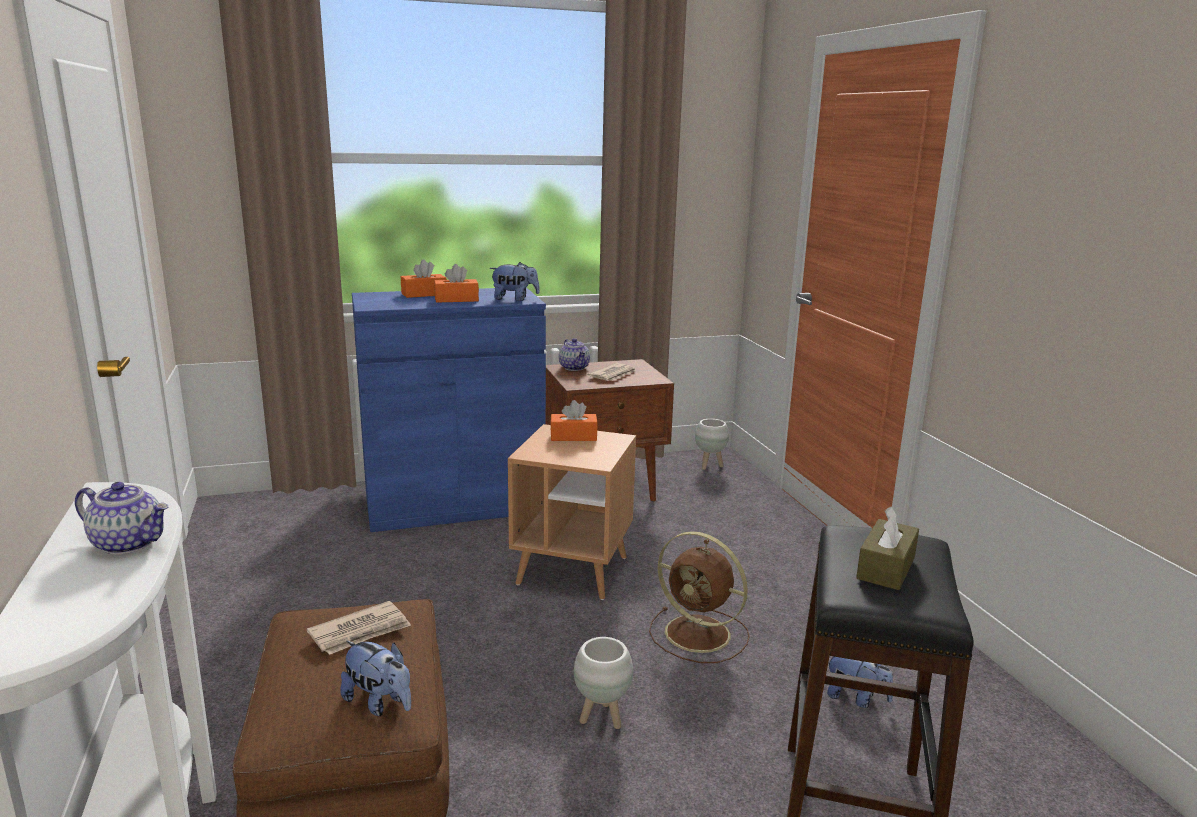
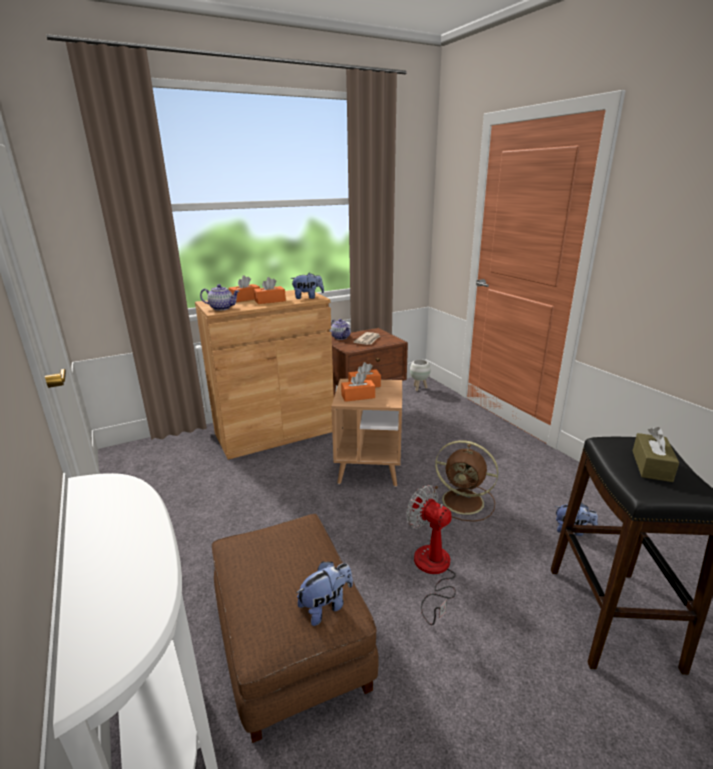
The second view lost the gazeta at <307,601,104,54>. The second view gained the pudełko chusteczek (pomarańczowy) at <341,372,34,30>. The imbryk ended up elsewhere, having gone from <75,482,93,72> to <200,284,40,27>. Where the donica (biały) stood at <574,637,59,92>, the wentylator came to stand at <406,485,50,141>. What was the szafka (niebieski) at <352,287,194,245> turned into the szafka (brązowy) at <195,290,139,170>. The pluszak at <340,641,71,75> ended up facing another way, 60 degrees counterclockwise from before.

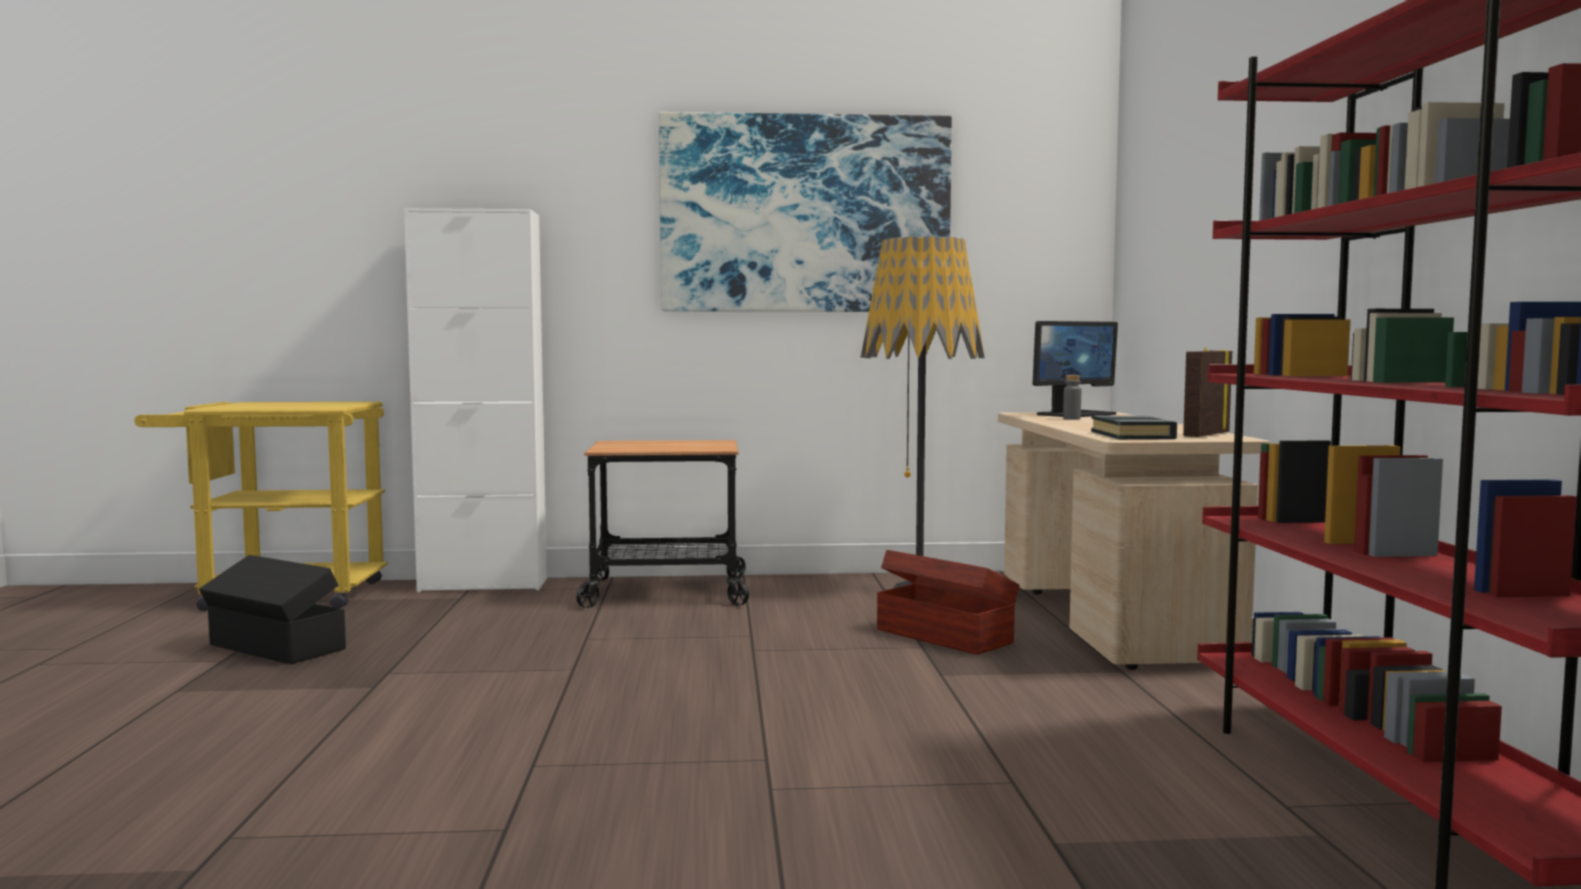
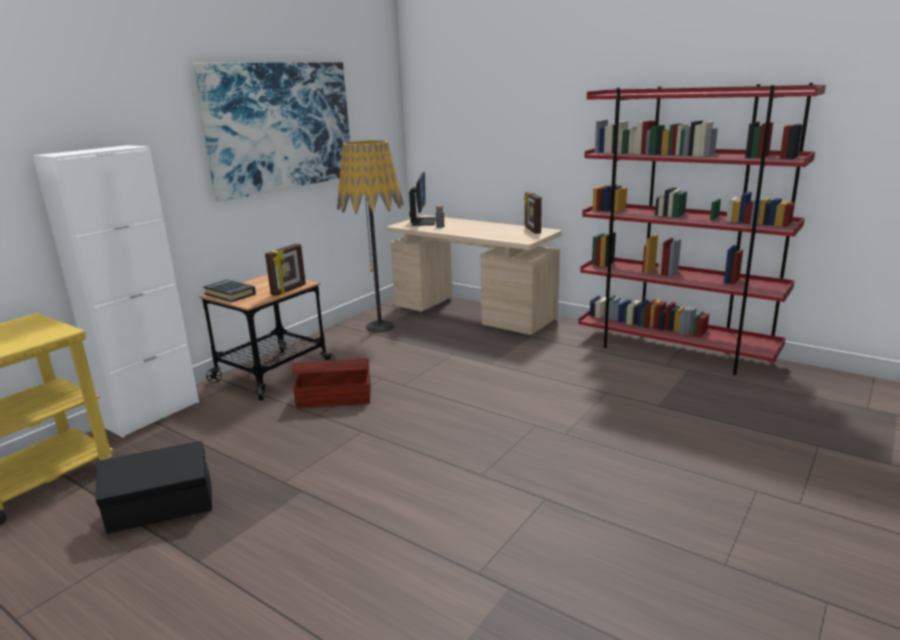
The second view gained the ramka na zdjęcie at <265,244,41,52>. The pojemnik do przechowywania (brązowy) ended up elsewhere, having gone from <877,550,143,105> to <292,358,79,51>. The książka (czarny) ended up elsewhere, having gone from <1091,415,86,24> to <203,279,53,23>.

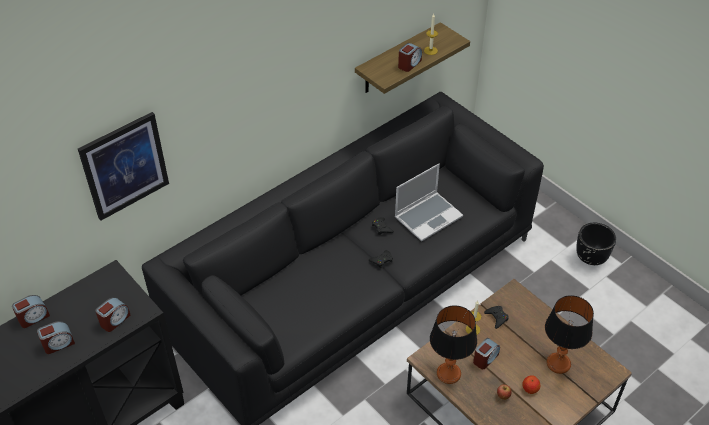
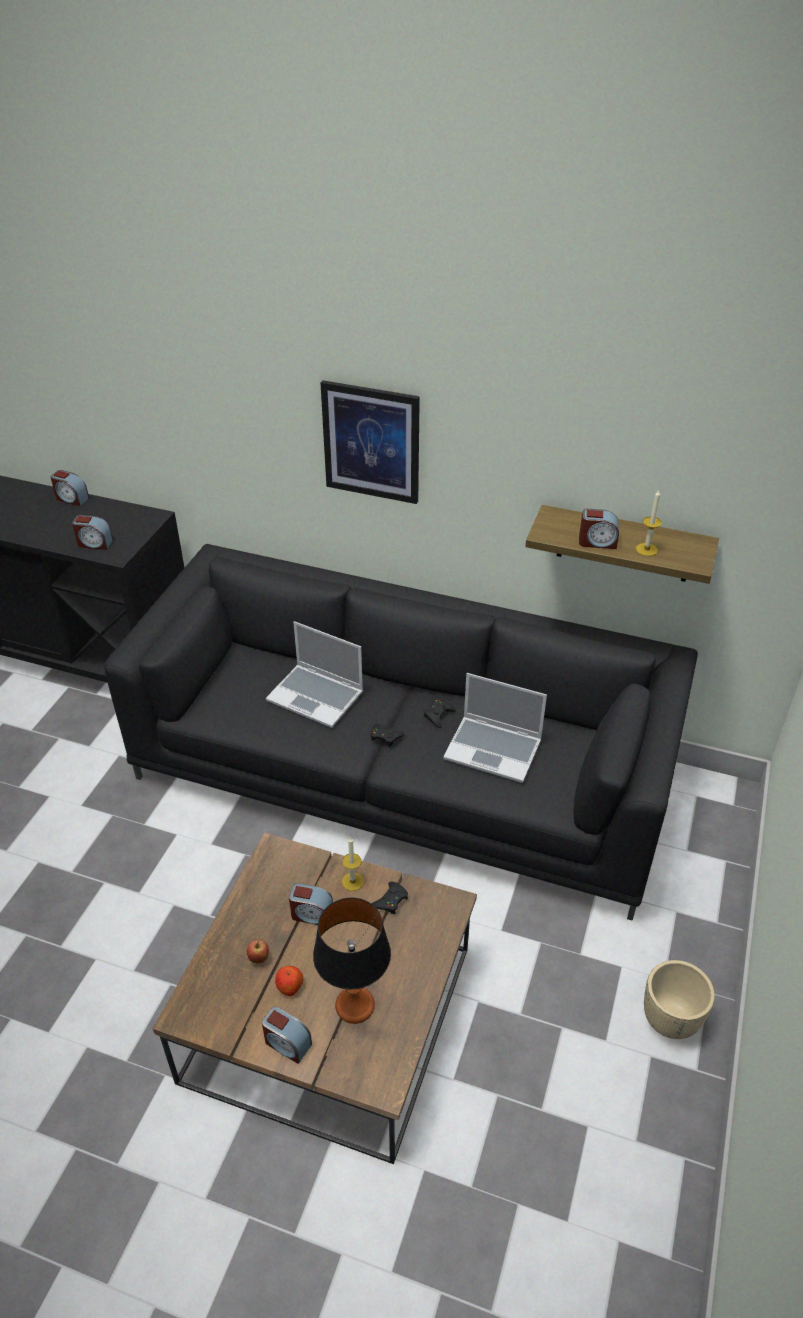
The second view lost the lampa stołowa at <430,305,47,79>. The second view gained the laptop at <266,621,97,107>. The budzik ended up elsewhere, having gone from <37,321,38,33> to <262,1006,50,58>. The obraz ended up elsewhere, having gone from <78,112,91,109> to <321,380,99,124>. What was the donica (czarny) at <576,223,40,42> turned into the donica (beżowy) at <644,960,71,79>.

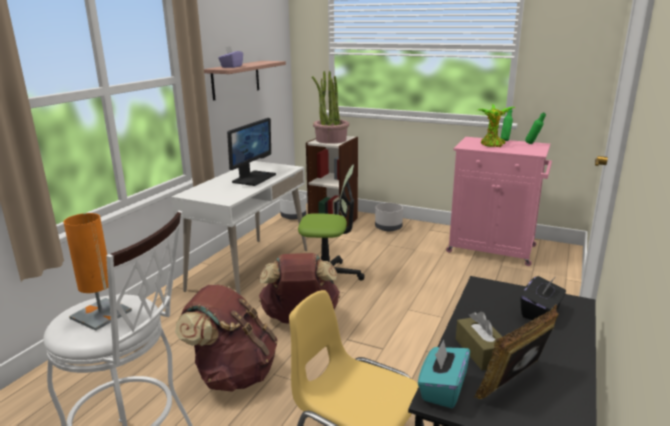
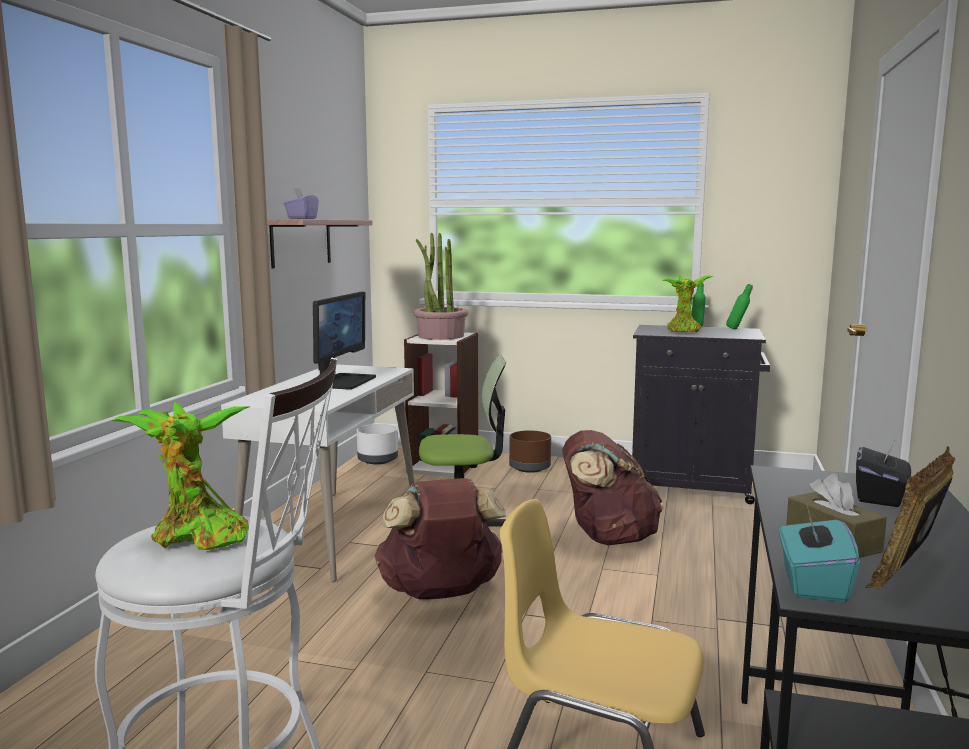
The plecak (brązowy) ended up elsewhere, having gone from <175,284,102,108> to <562,430,101,116>. Where the lampa stołowa (pomarańczowy) stood at <64,213,68,118>, the roślina doniczkowa came to stand at <112,402,137,148>. What was the donica (szary) at <375,203,28,28> turned into the donica (brązowy) at <509,431,42,42>. What was the szafka (różowy) at <446,137,106,129> turned into the szafka (czarny) at <632,325,138,179>.

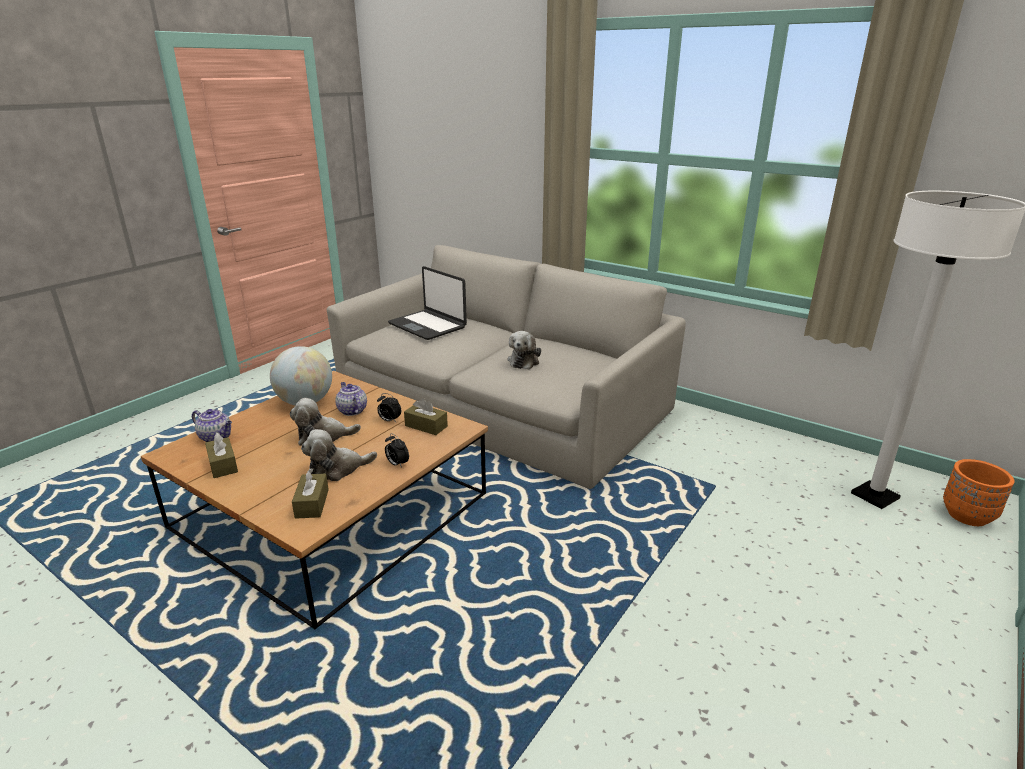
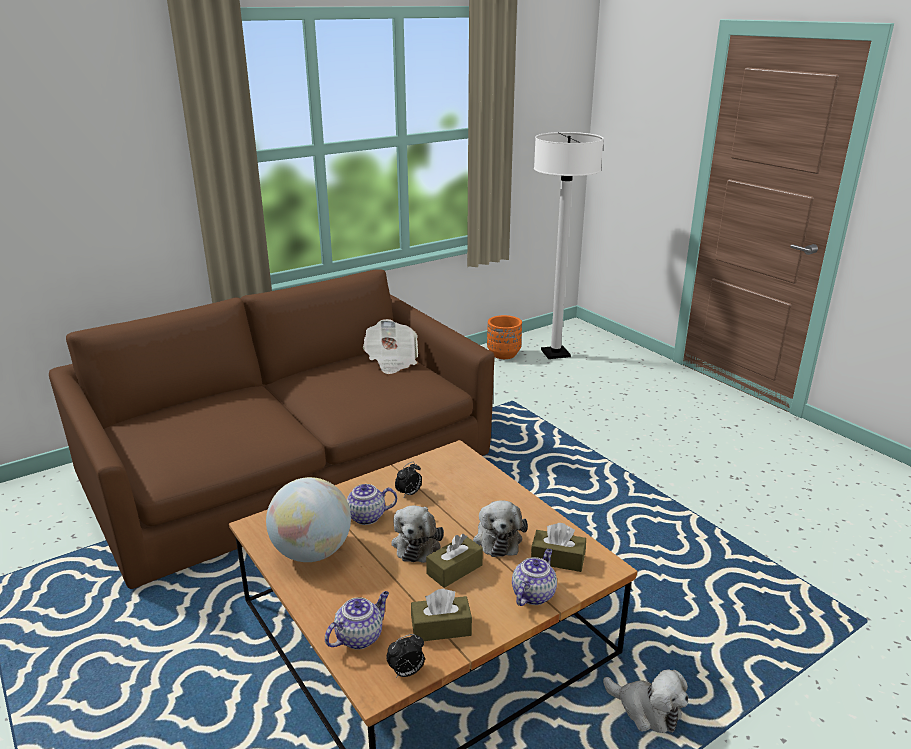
The second view lost the laptop at <388,266,79,74>. The second view gained the gazeta at <363,319,55,55>. The second view gained the imbryk at <512,549,45,57>. The budzik ended up elsewhere, having gone from <385,433,24,35> to <386,634,39,44>. The pudełko chusteczek (brązowy) ended up elsewhere, having gone from <404,398,44,37> to <426,534,57,54>. The pluszak ended up elsewhere, having gone from <508,331,33,38> to <603,669,85,64>. The donica (pomarańczowy) ended up elsewhere, having gone from <943,459,72,67> to <487,315,35,44>. What was the kanapa (szary) at <327,245,359,244> turned into the kanapa (brązowy) at <49,269,446,320>.

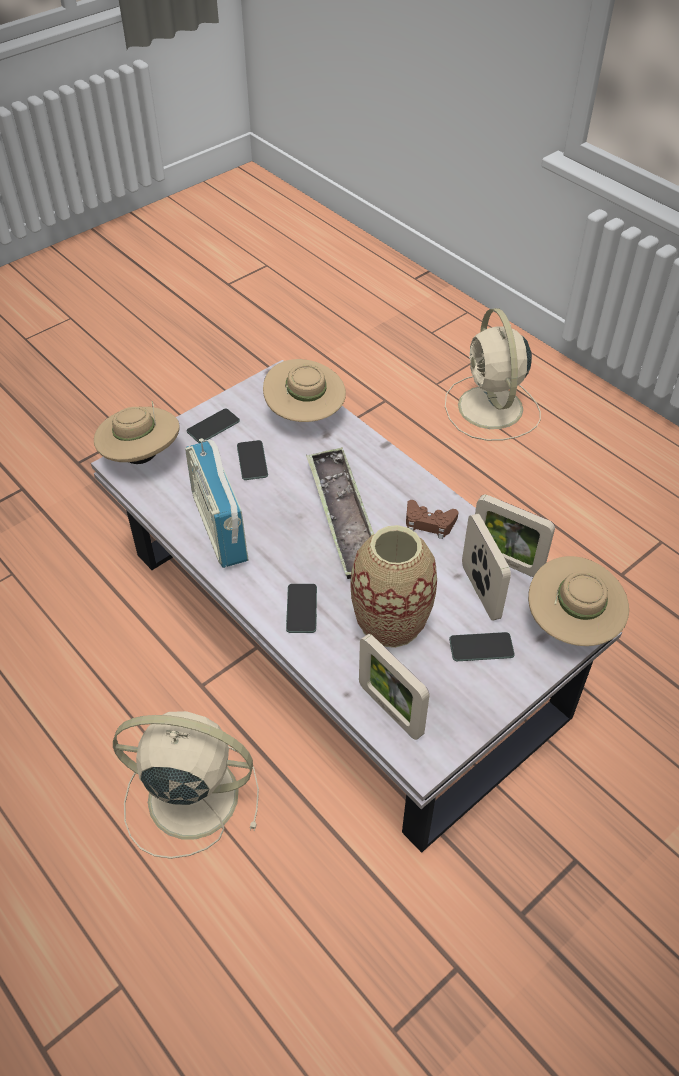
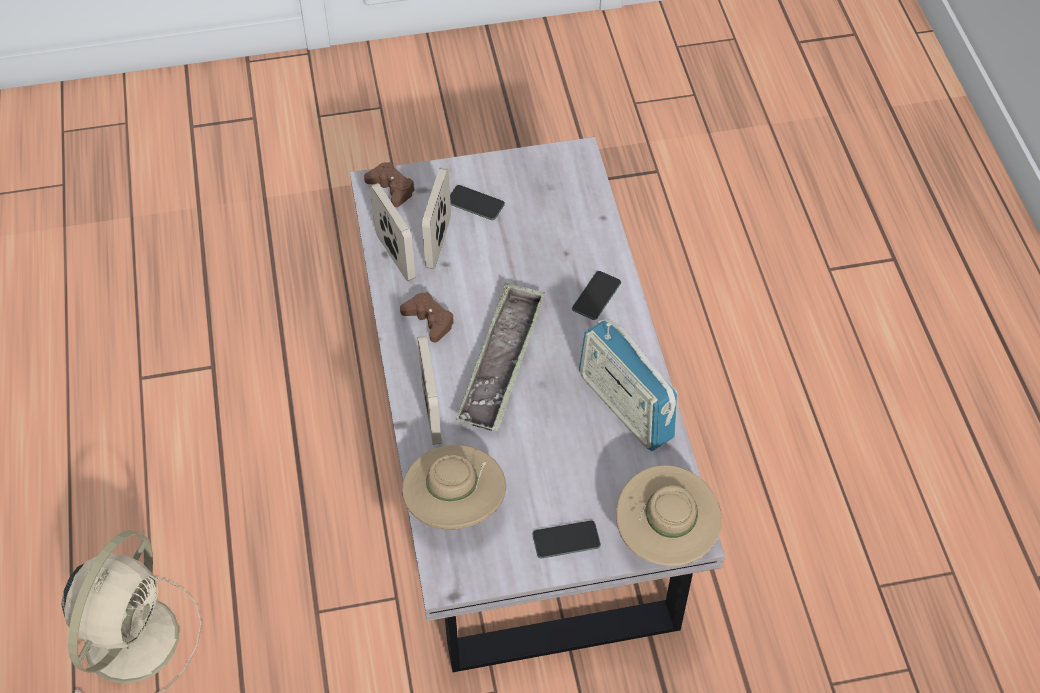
The second view lost the wentylator (beżowy) at <113,711,146,148>. The second view lost the telefon at <237,440,31,40>. The second view lost the wazon at <350,525,87,123>. The ramka na zdjęcie ended up elsewhere, having gone from <359,634,71,106> to <418,336,23,109>. Where the kapelusz (beżowy) stood at <528,556,101,90>, the pad do gier (brązowy) came to stand at <364,162,51,45>. The radio at <185,438,63,130> ended up facing another way, 135 degrees clockwise from before.

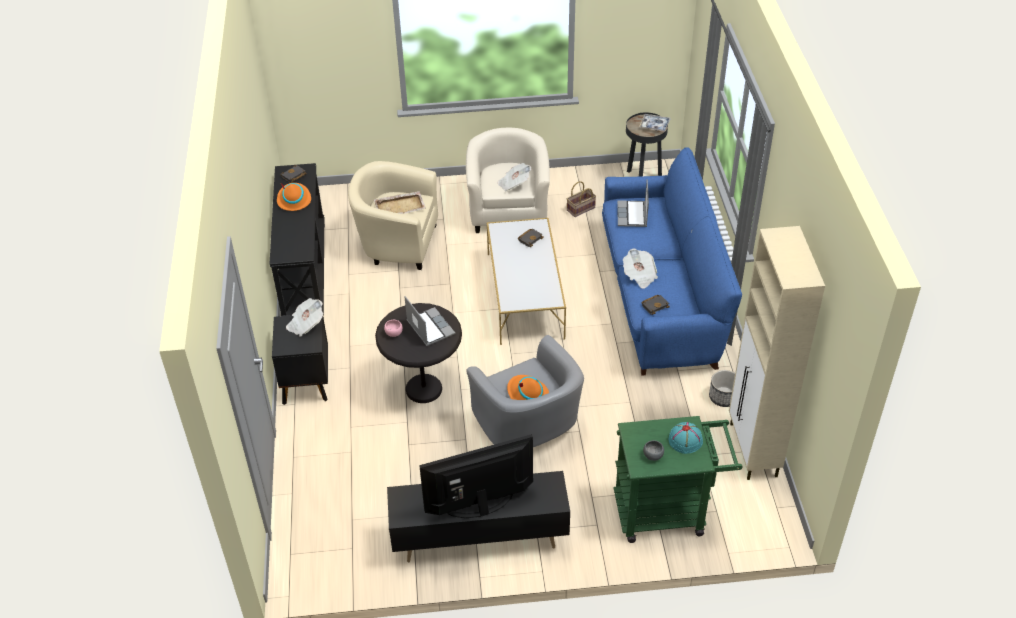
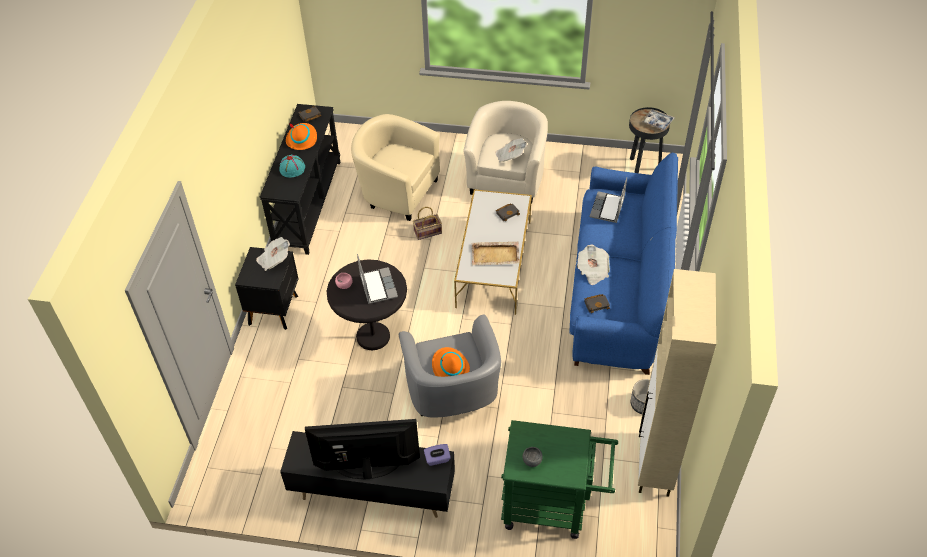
The second view gained the pudełko chusteczek (fioletowy) at <424,444,27,22>. The taca (beżowy) ended up elsewhere, having gone from <374,191,52,23> to <471,241,49,25>. The koszyk ended up elsewhere, having gone from <567,181,29,36> to <413,207,29,33>. The kapelusz (turkusowy) ended up elsewhere, having gone from <669,422,34,32> to <279,155,26,23>.

